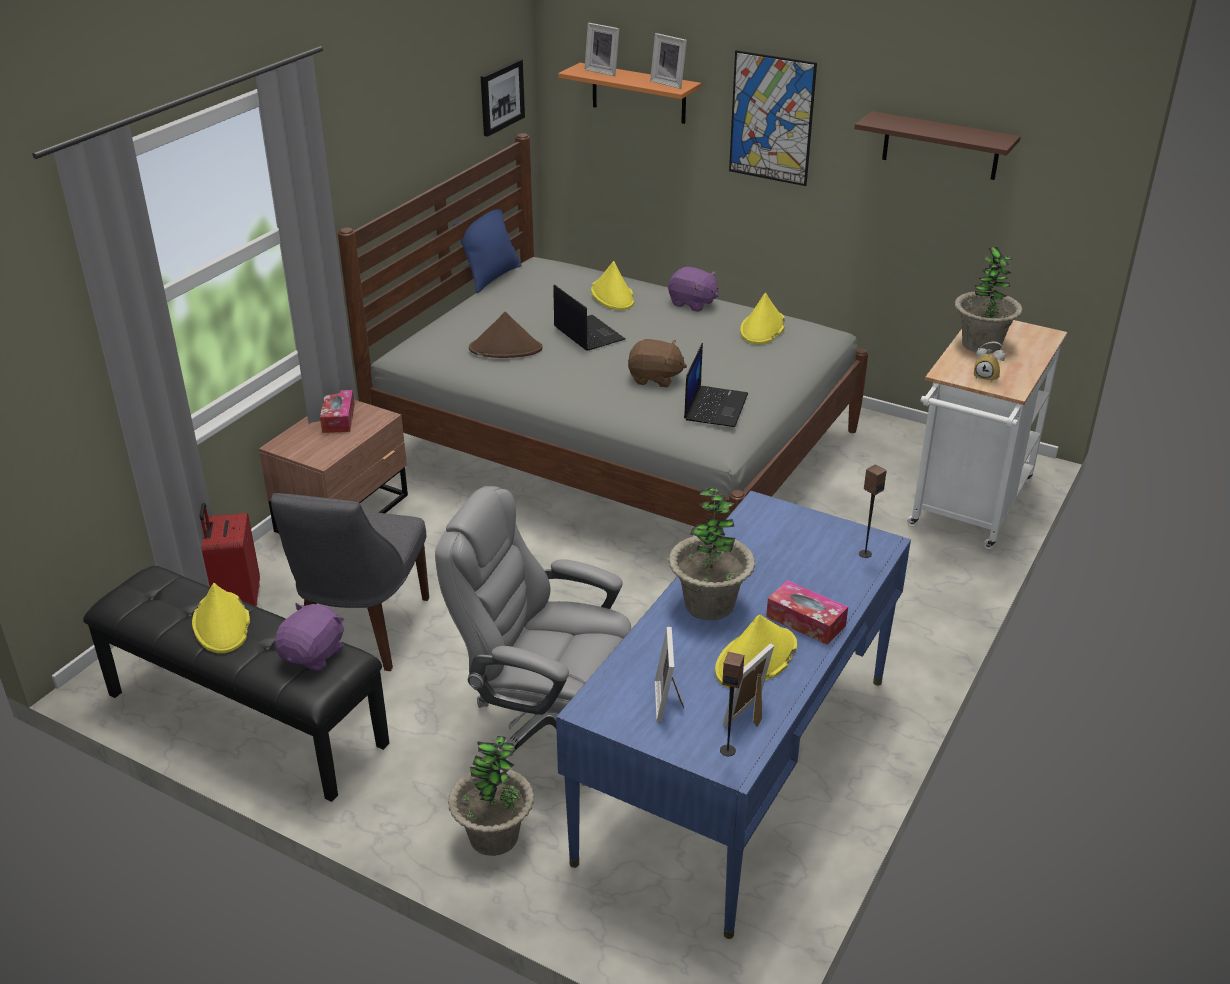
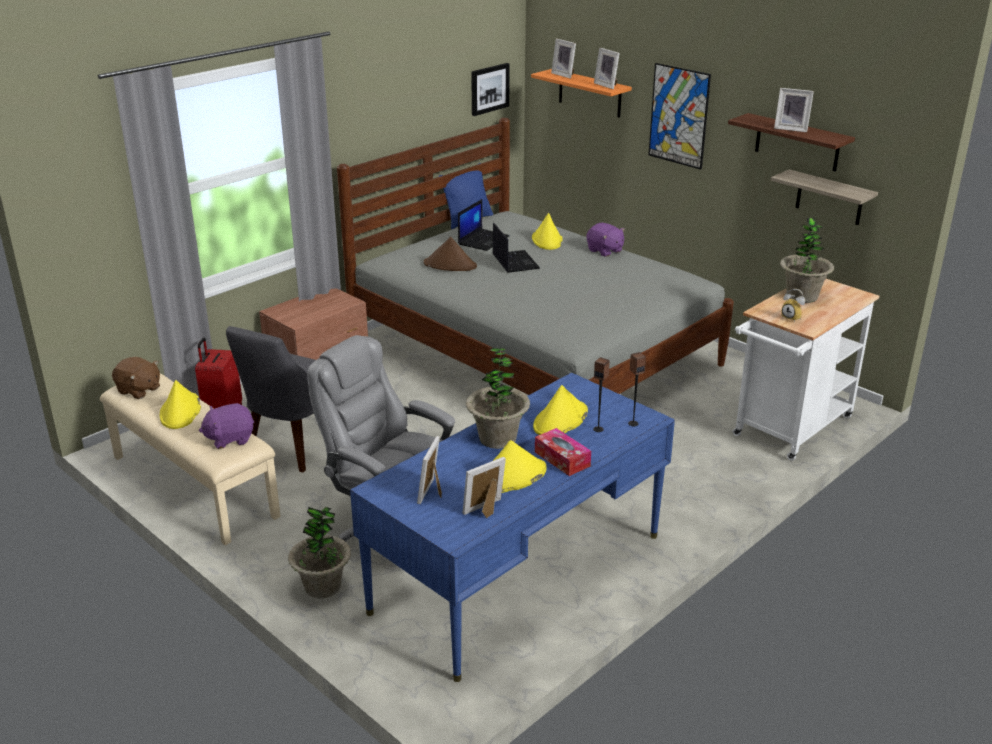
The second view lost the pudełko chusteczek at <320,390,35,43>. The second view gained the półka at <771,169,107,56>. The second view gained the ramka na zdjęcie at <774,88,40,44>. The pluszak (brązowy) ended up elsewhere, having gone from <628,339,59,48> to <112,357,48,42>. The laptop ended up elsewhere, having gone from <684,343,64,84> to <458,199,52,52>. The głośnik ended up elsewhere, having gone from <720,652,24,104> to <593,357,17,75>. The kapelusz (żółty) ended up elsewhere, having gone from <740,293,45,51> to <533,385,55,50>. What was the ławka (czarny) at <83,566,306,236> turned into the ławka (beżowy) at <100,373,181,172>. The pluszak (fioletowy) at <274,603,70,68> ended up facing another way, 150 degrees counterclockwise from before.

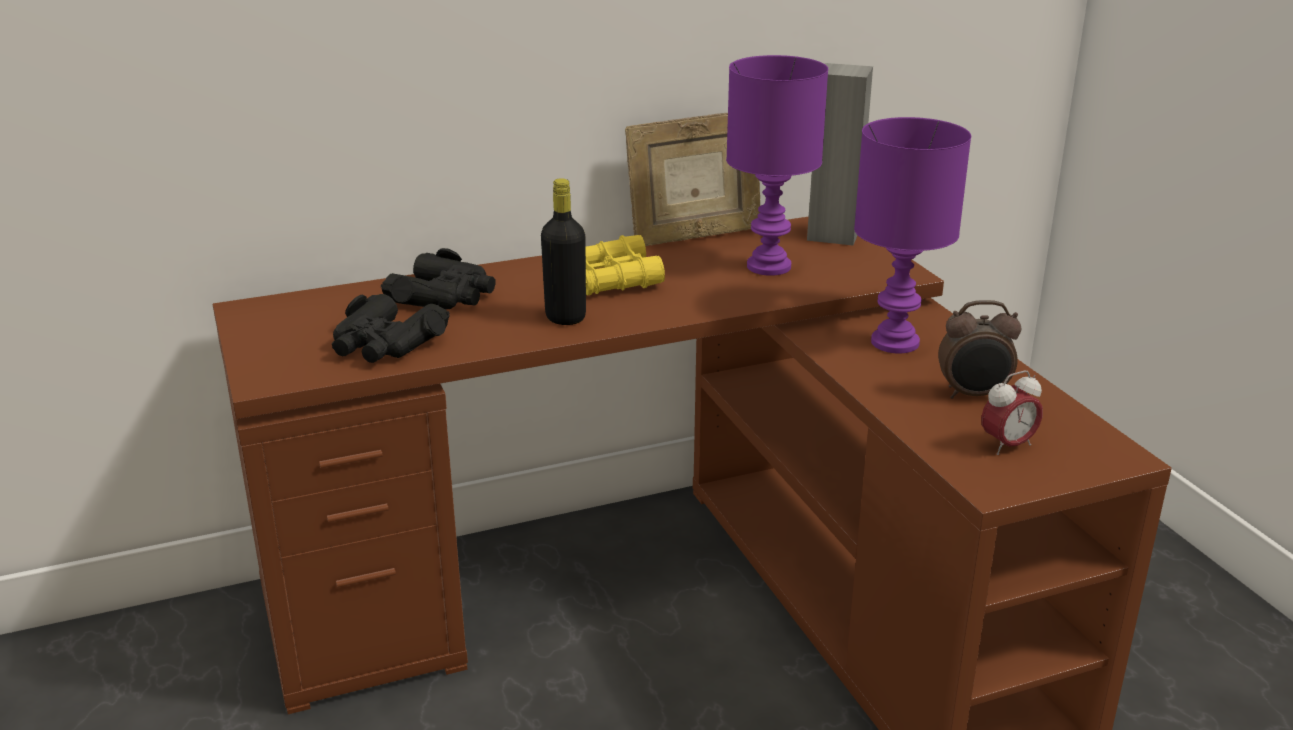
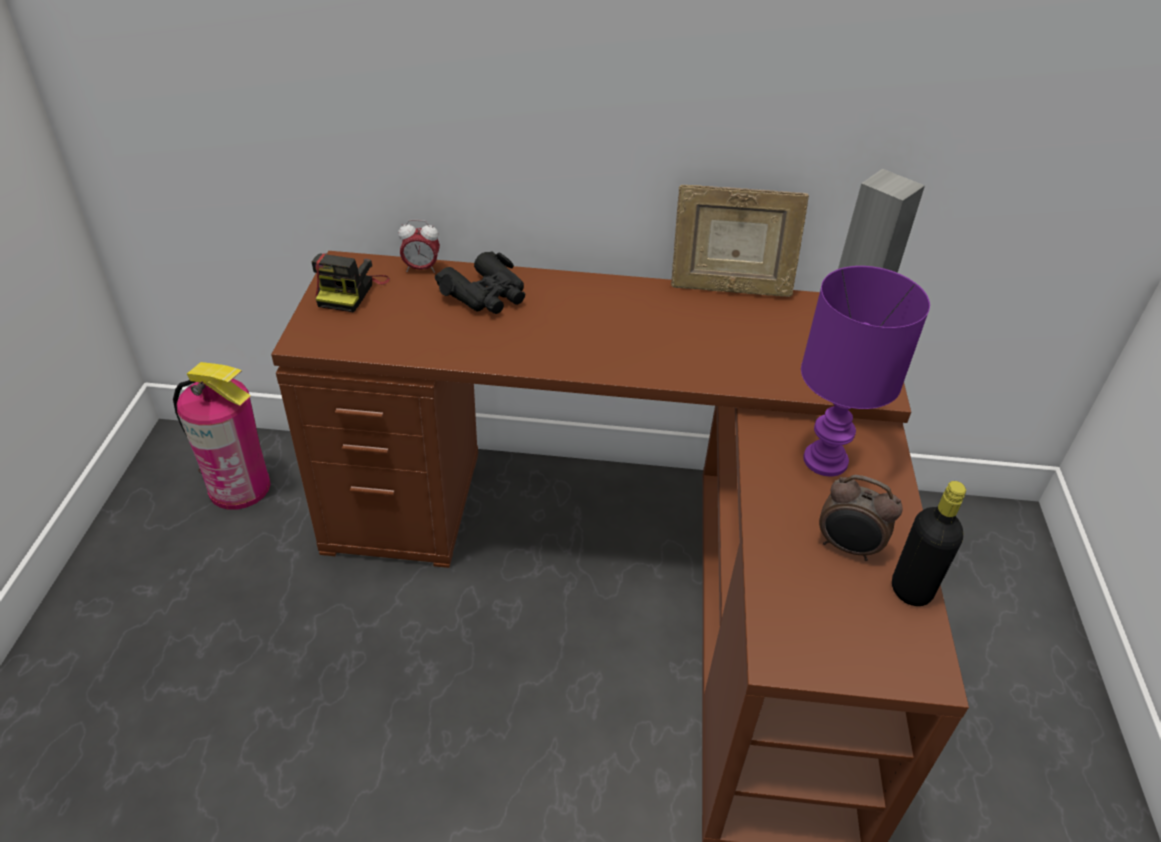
The second view lost the lornetka (czarny) at <332,294,118,69>. The second view lost the lornetka (żółty) at <586,235,79,60>. The second view lost the lampa stołowa (fioletowy) at <726,55,102,221>. The second view gained the gaśnica at <173,362,97,148>. The second view gained the aparat fotograficzny at <311,253,79,60>. The butelka (czarny) ended up elsewhere, having gone from <541,178,45,147> to <892,481,74,125>. The budzik ended up elsewhere, having gone from <981,371,62,84> to <398,220,42,53>.

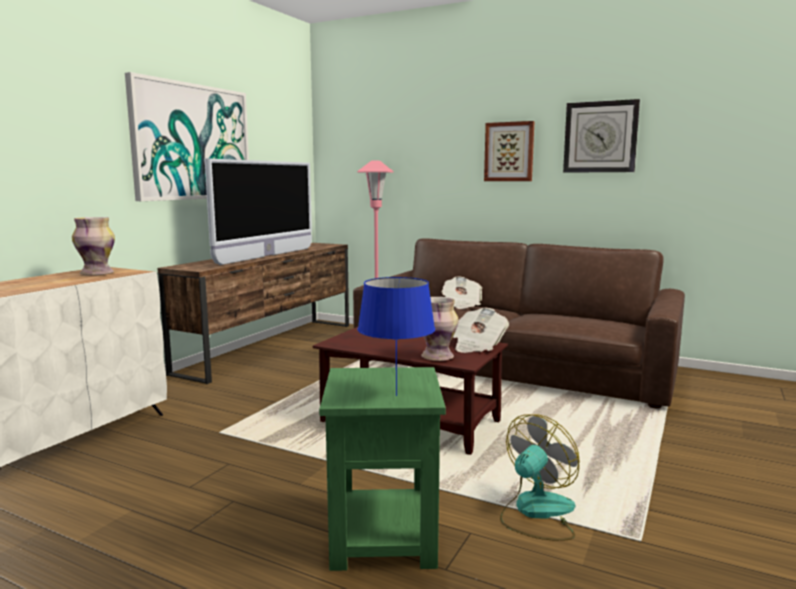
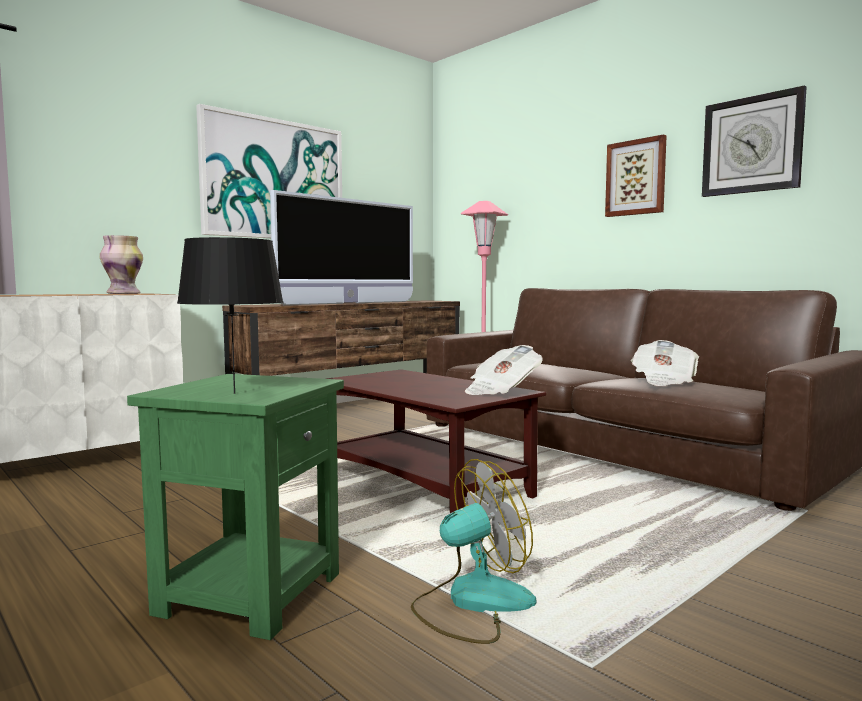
The second view lost the wazon at <421,297,38,64>. The gazeta ended up elsewhere, having gone from <442,276,40,33> to <631,340,68,46>. What was the lampa stołowa (niebieski) at <357,277,78,119> turned into the lampa stołowa (czarny) at <177,237,106,157>.

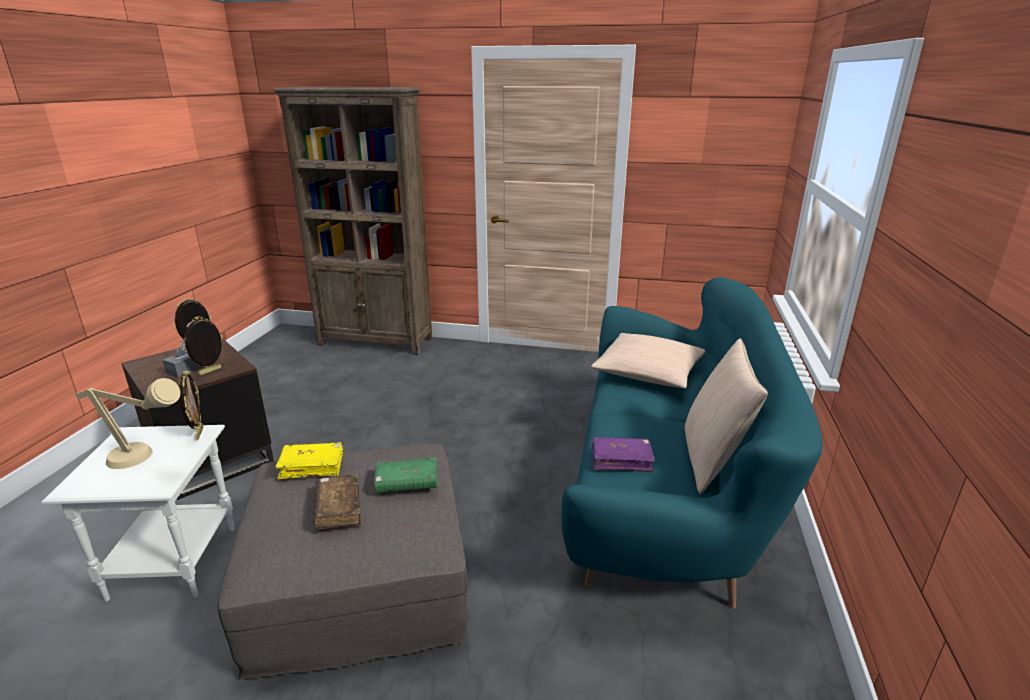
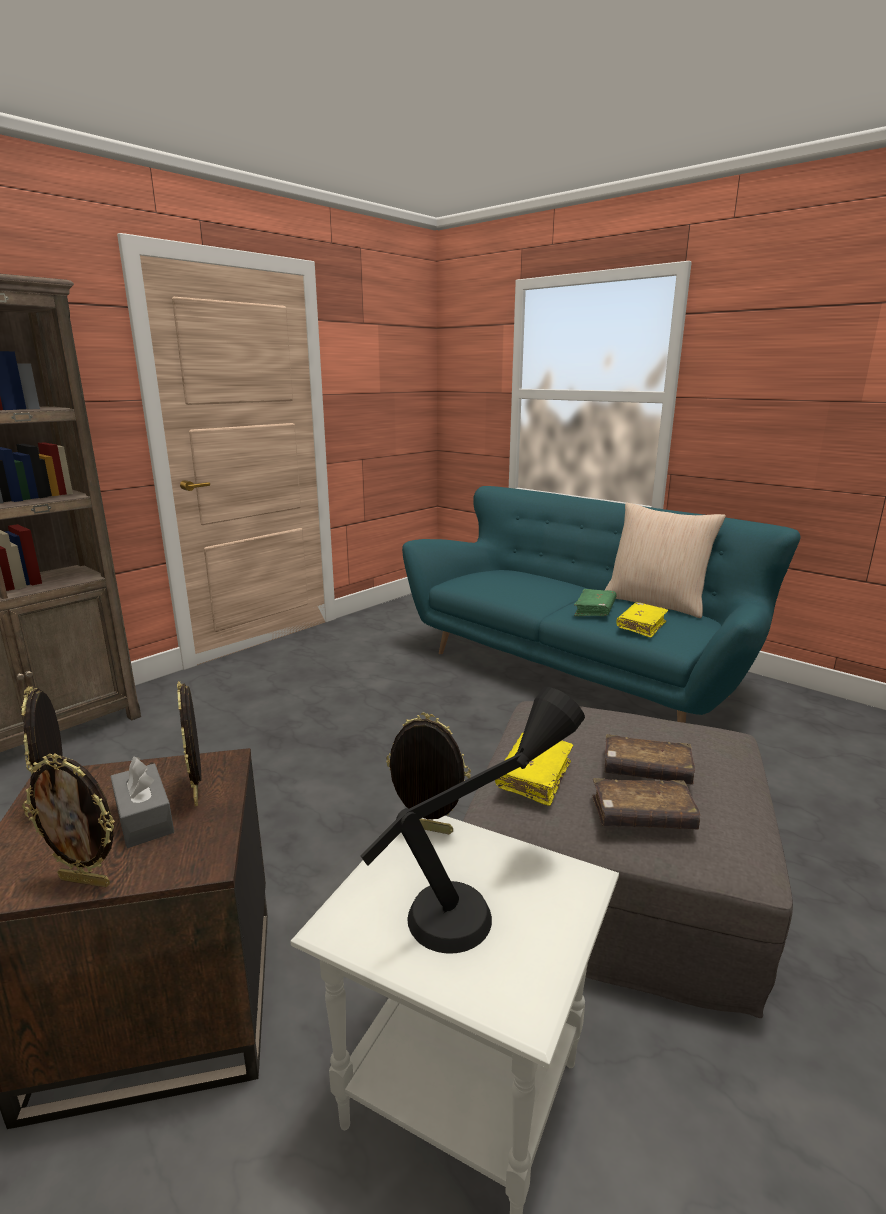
The second view lost the poduszka (beżowy) at <591,333,115,55>. The second view gained the ramka na zdjęcie at <22,753,93,134>. The second view gained the książka (brązowy) at <592,778,108,51>. The książka (zielony) ended up elsewhere, having gone from <374,457,64,36> to <574,589,43,27>. What was the lampa stołowa (beżowy) at <75,378,105,91> turned into the lampa stołowa (czarny) at <360,687,225,267>. What was the książka (fioletowy) at <592,437,63,35> turned into the książka (żółty) at <616,602,53,36>.

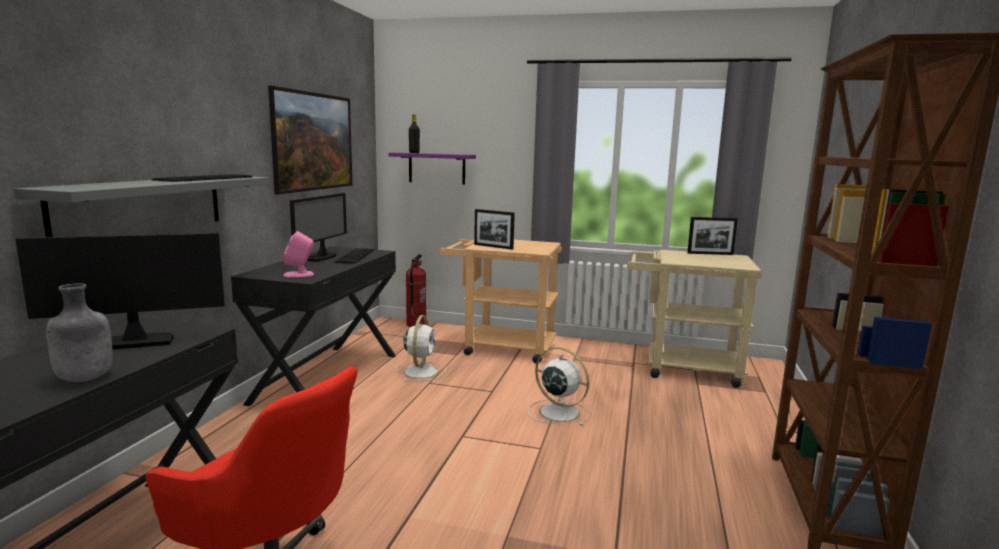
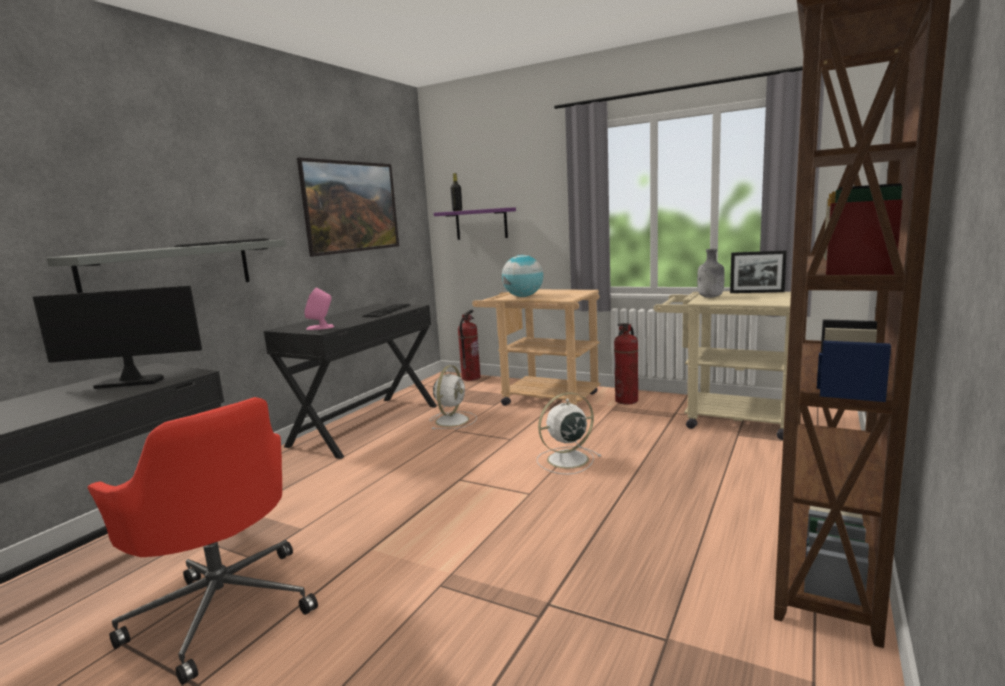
The second view lost the monitor at <290,193,57,68>. The second view gained the gaśnica at <614,323,24,81>. The butelka (szary) ended up elsewhere, having gone from <46,283,67,99> to <697,249,28,49>. Where the ramka na zdjęcie stood at <474,209,41,41>, the globus came to stand at <502,255,41,42>. The wentylator (biały) at <528,347,62,79> ended up facing another way, 75 degrees counterclockwise from before.

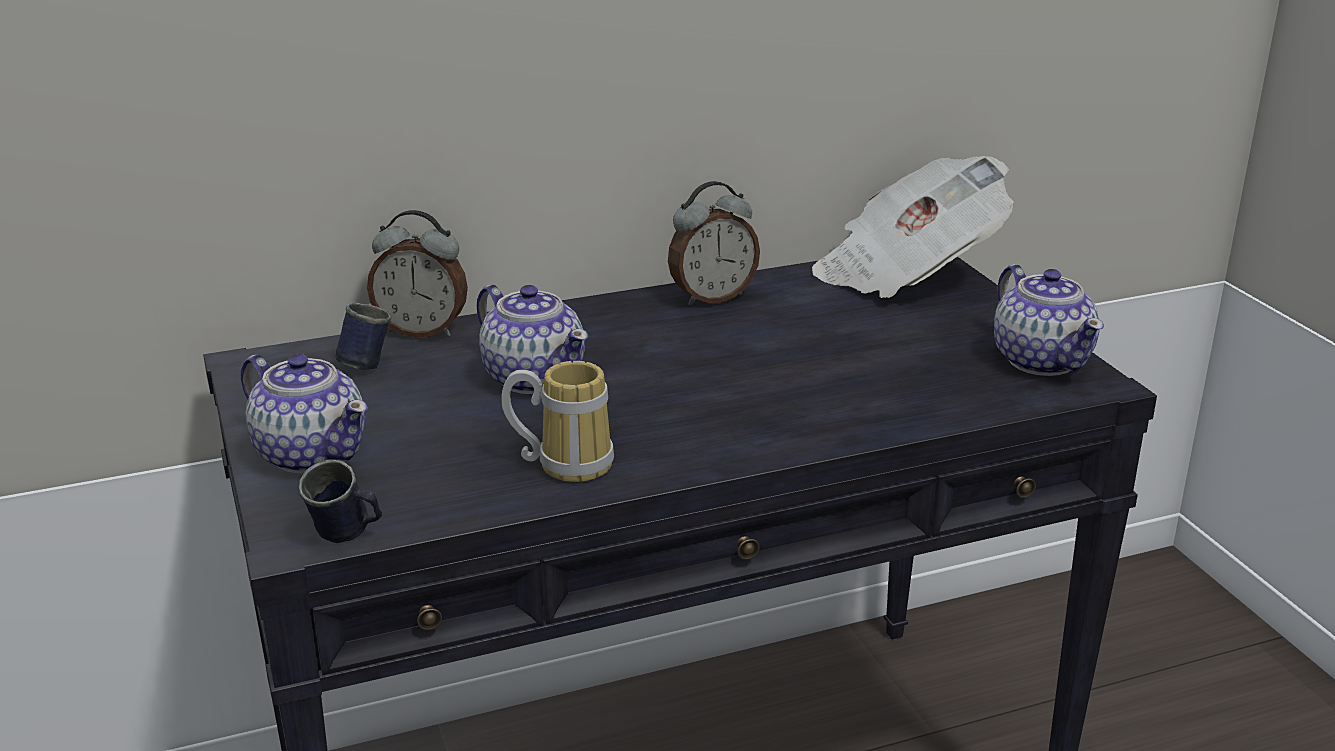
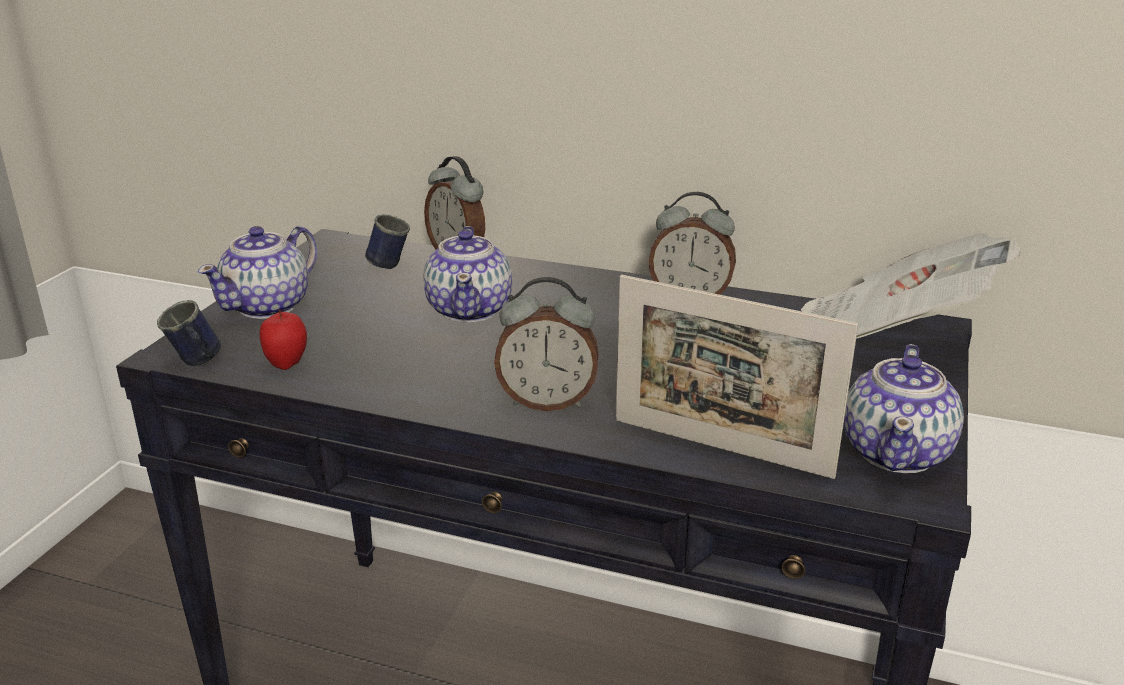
The second view lost the kubek at <502,361,112,121>. The second view gained the jabłko at <260,309,47,61>. The second view gained the budzik at <494,277,105,134>. The second view gained the ramka na zdjęcie at <615,275,243,204>. The imbryk at <241,354,127,120> ended up facing another way, 45 degrees clockwise from before.

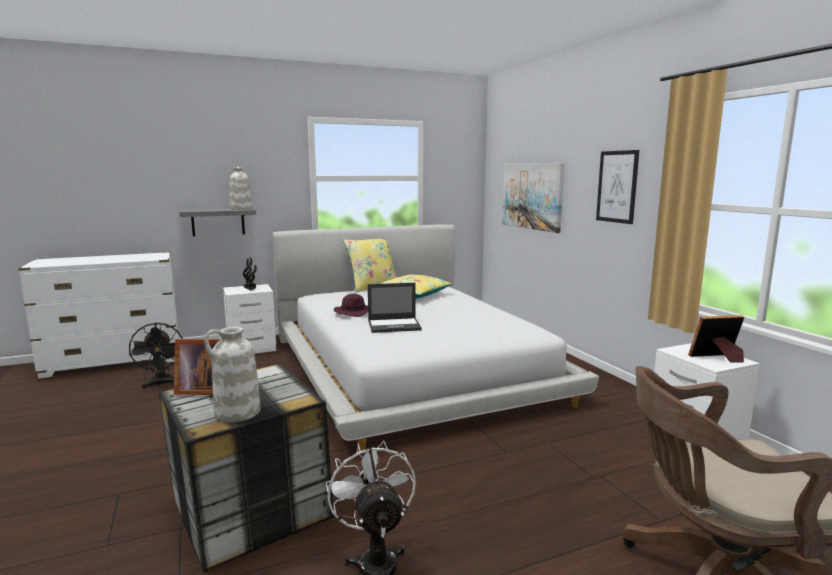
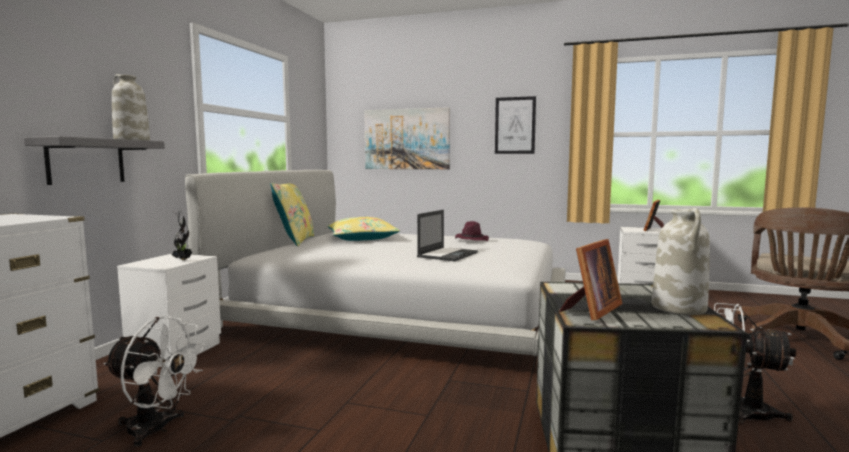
The kapelusz (fioletowy) ended up elsewhere, having gone from <334,294,34,23> to <455,221,34,20>. What was the wentylator (czarny) at <129,323,54,65> turned into the wentylator (biały) at <104,316,102,132>.

